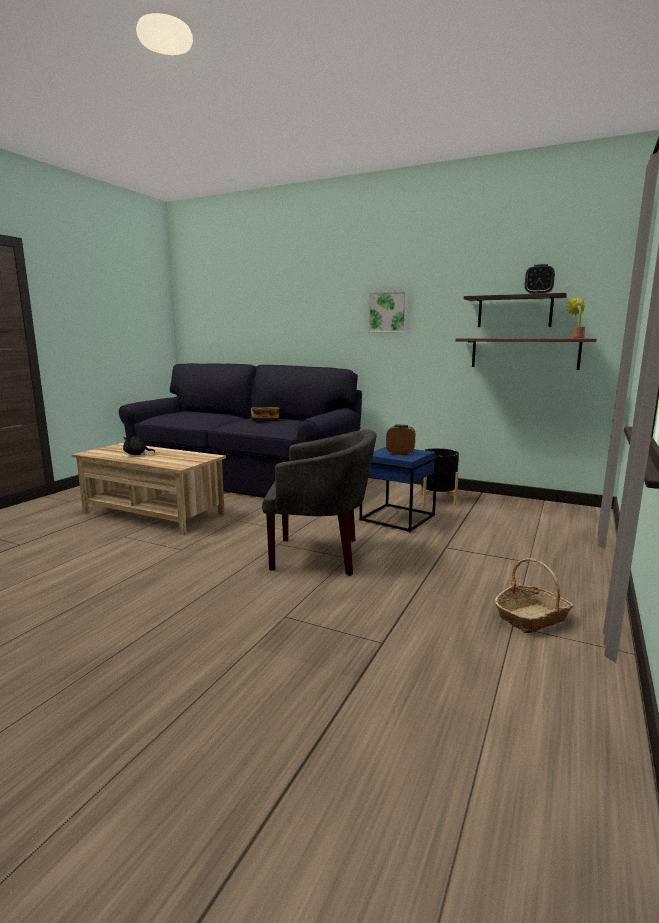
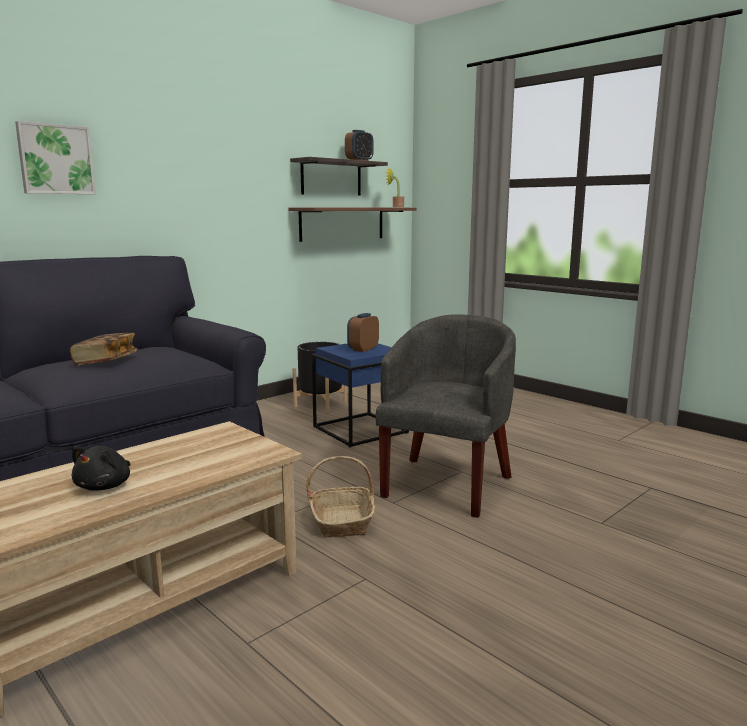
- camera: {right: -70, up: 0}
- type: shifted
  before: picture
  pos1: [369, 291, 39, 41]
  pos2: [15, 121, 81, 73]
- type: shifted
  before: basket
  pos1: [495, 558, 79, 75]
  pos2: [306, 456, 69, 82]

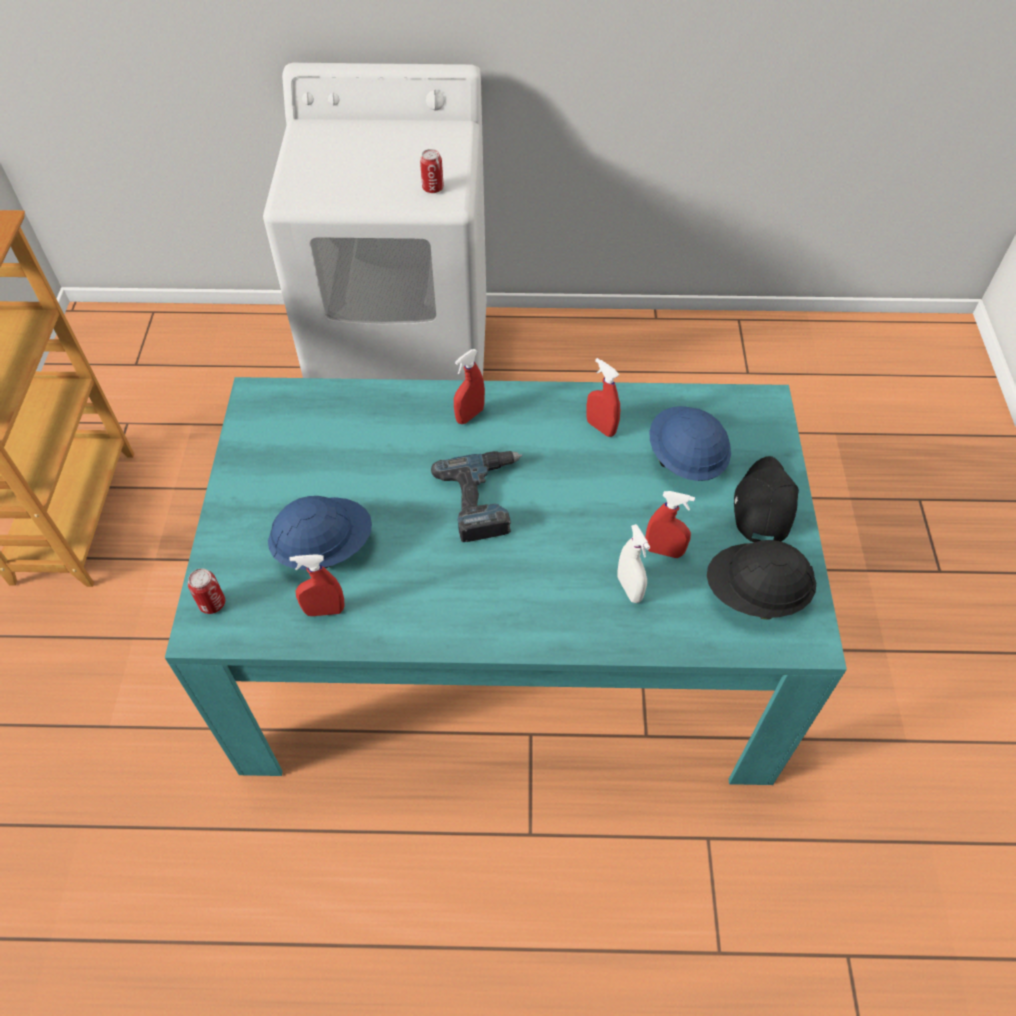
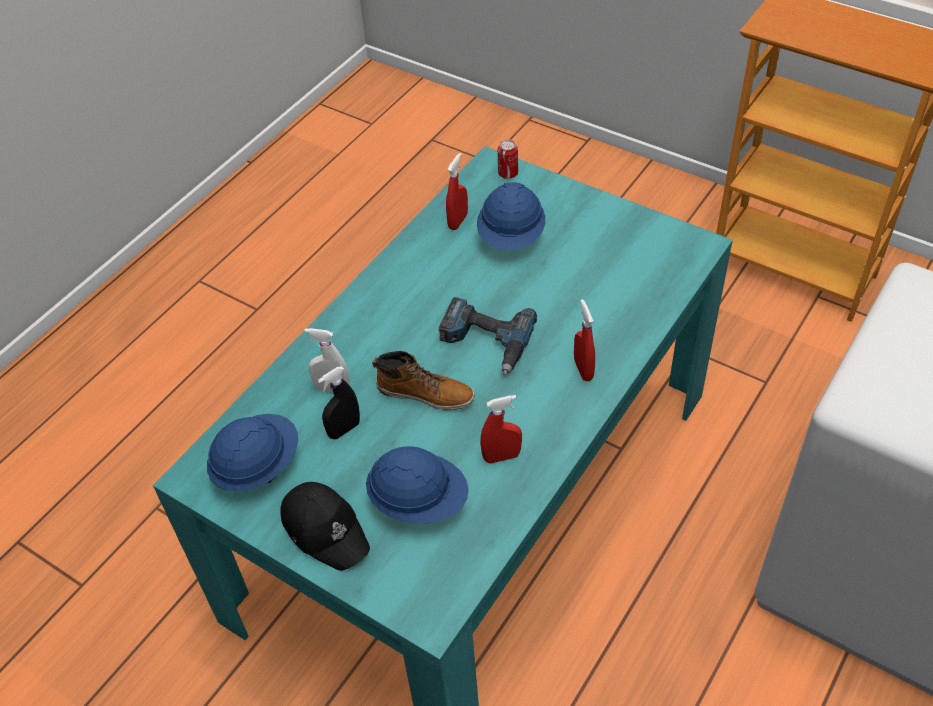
- camera: {right: 125, up: -5}
- type: gone
  before: can
  pos1: [420, 149, 24, 44]
- type: repainted
  before: spray bottle/red
  after: spray bottle/black
  pos1: [645, 491, 50, 67]
  pos2: [318, 366, 42, 73]
- type: repainted
  before: hard hat/black
  after: hard hat/blue
  pos1: [707, 540, 109, 80]
  pos2: [207, 414, 91, 78]
- type: new
  after: boot
  pos2: [372, 351, 103, 59]

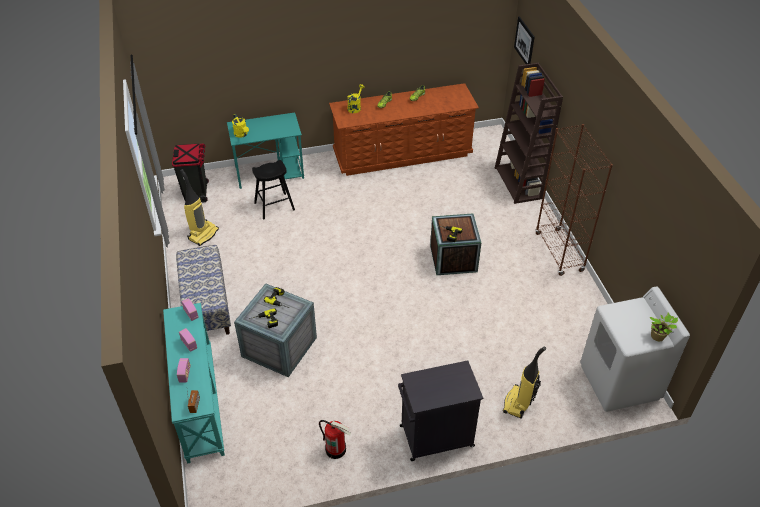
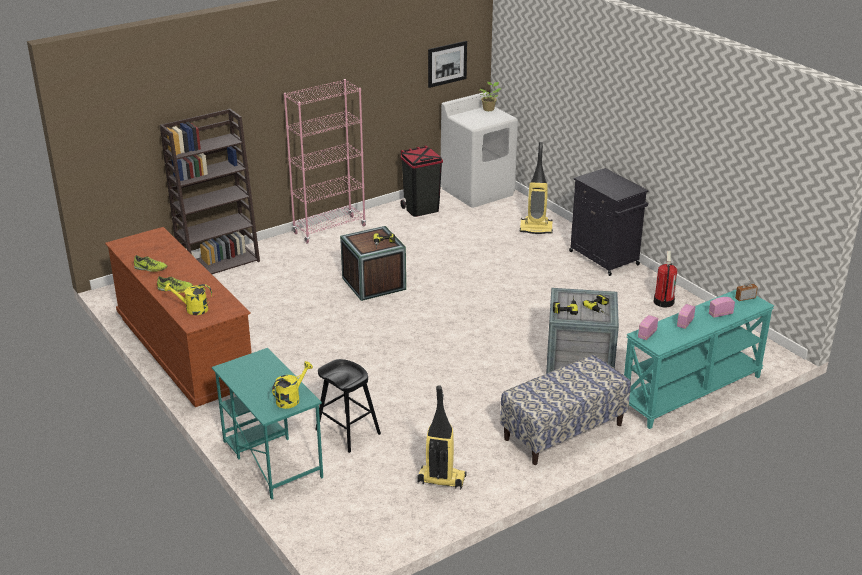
- camera: {right: -110, up: -15}
- type: shifted
  before: picture
  pos1: [514, 16, 21, 48]
  pos2: [428, 41, 39, 47]
- type: repainted
  before: bookcase/brown
  after: bookcase/pink
  pos1: [535, 124, 78, 152]
  pos2: [284, 79, 82, 165]
- type: shifted
  before: trash can/black
  pos1: [172, 144, 37, 58]
  pos2: [400, 145, 43, 72]

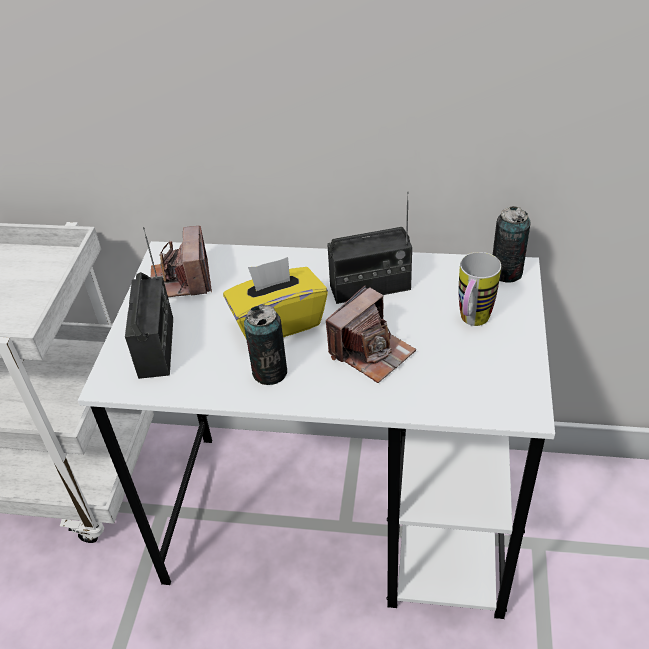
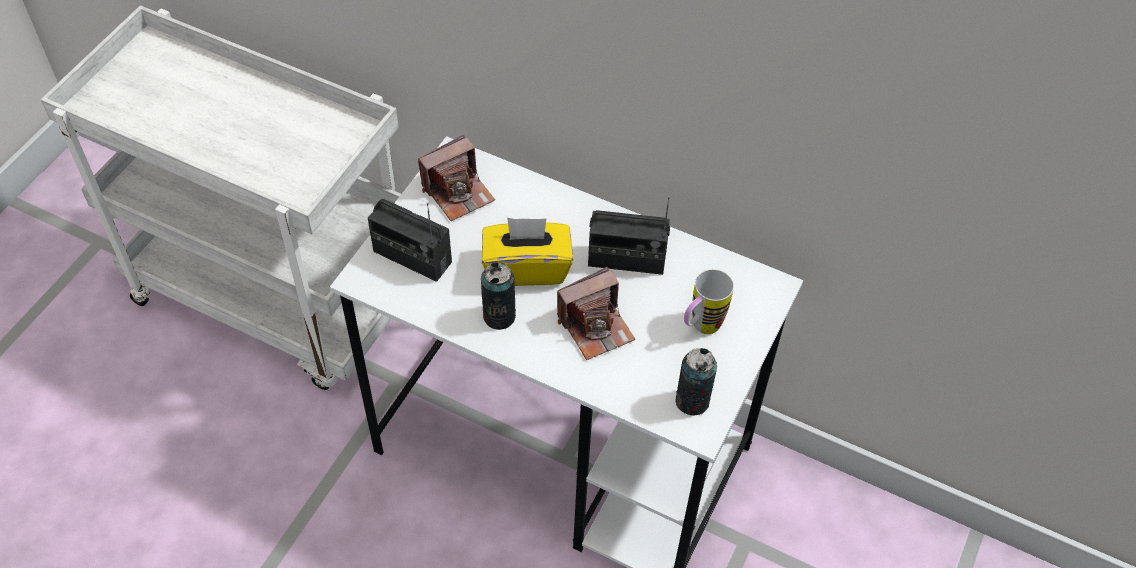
- camera: {right: 15, up: 10}
- type: shifted
  before: can
  pos1: [493, 206, 38, 77]
  pos2: [676, 348, 41, 68]
- type: rotated
  before: photo camera
  pos1: [150, 225, 62, 73]
  pos2: [418, 135, 77, 86]
  turn: -135
- type: rotated
  before: radio
  pos1: [125, 227, 48, 152]
  pos2: [368, 199, 84, 83]
  turn: 105

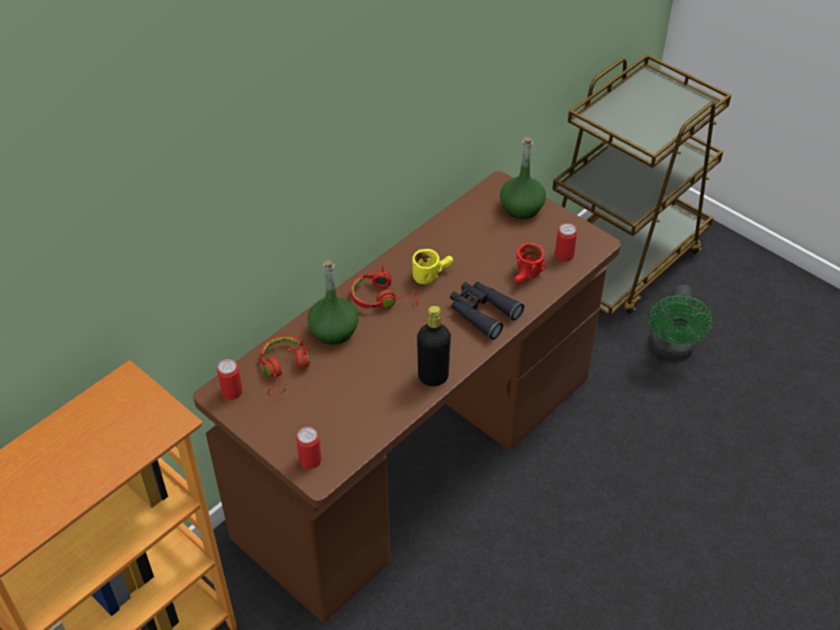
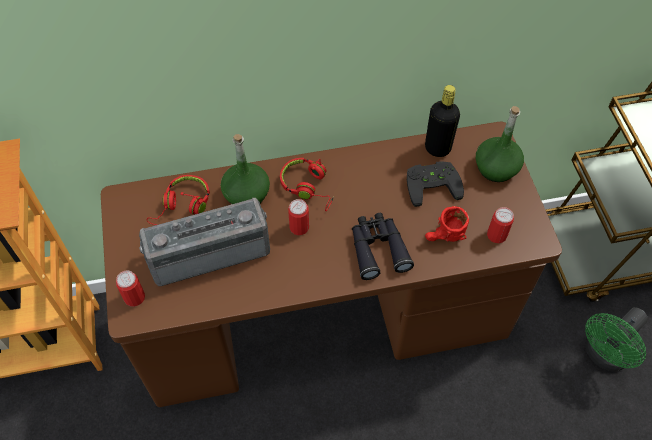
- camera: {right: 35, up: 10}
- type: gone
  before: mug/yellow
  pos1: [412, 249, 41, 36]
- type: shifted
  before: bottle/black
  pos1: [417, 306, 34, 80]
  pos2: [425, 85, 35, 72]
- type: shifted
  before: can
  pos1: [217, 359, 26, 41]
  pos2: [288, 199, 21, 36]
- type: new
  after: game controller/black
  pos2: [407, 161, 57, 46]
- type: new
  after: radio
  pos2: [139, 198, 131, 88]

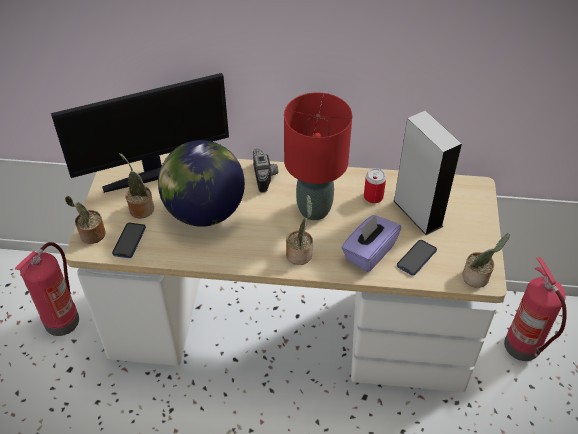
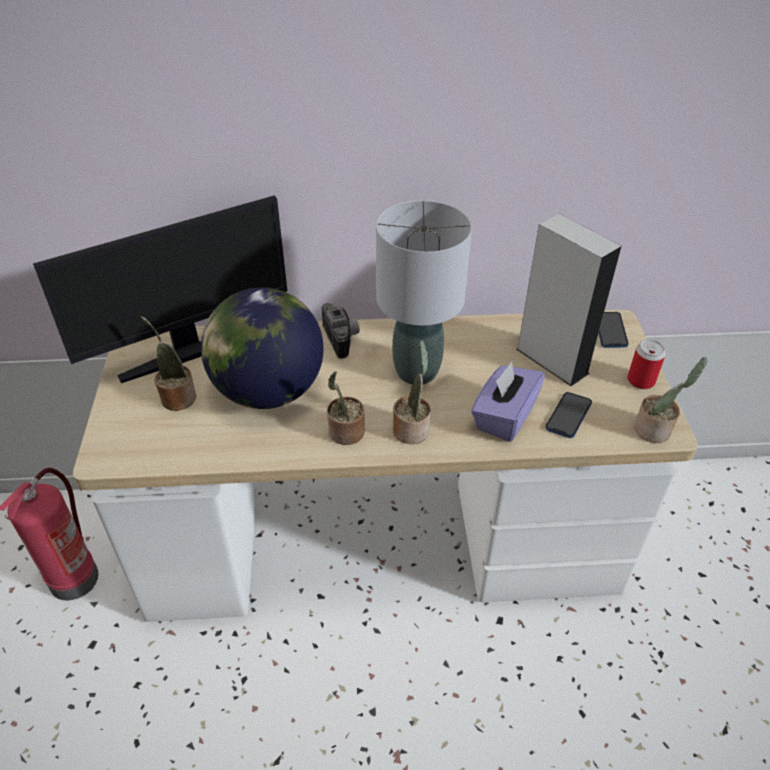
- camera: {right: -10, up: -5}
- type: repainted
  before: table lamp/red
  after: table lamp/grey
  pos1: [284, 92, 68, 128]
  pos2: [376, 200, 96, 185]
- type: shifted
  before: can
  pos1: [364, 168, 22, 35]
  pos2: [627, 339, 39, 50]
- type: shifted
  before: potted plant
  pos1: [65, 196, 41, 48]
  pos2: [327, 371, 38, 74]
- type: shifted
  before: phone
  pos1: [112, 223, 34, 35]
  pos2: [599, 312, 30, 36]
- type: gone
  before: fire extinguisher
  pos1: [504, 257, 63, 104]

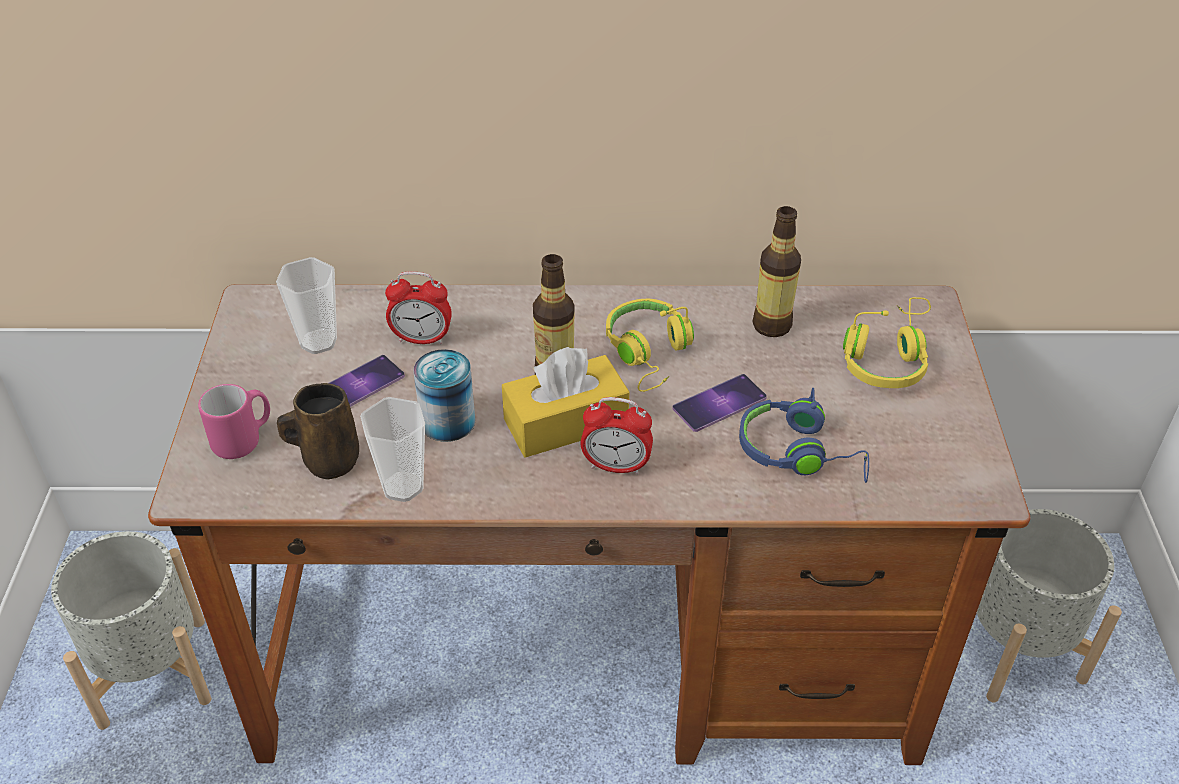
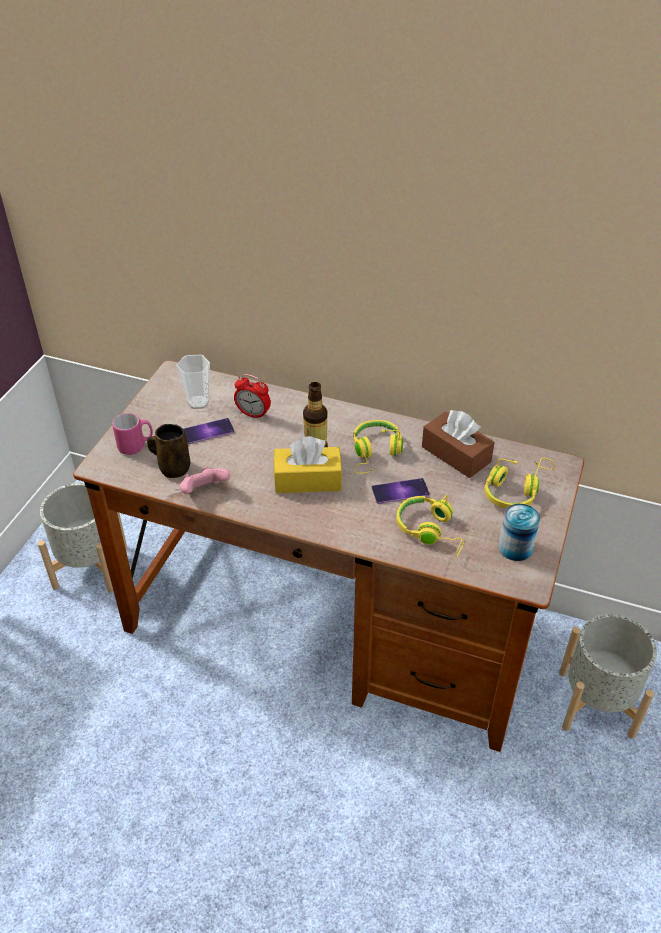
- camera: {right: 20, up: 0}
- type: swapped
  before: bottle
  after: tissue box/brown
  pos1: [753, 206, 48, 131]
  pos2: [422, 410, 73, 68]
- type: shifted
  before: can
  pos1: [414, 349, 61, 93]
  pos2: [498, 504, 42, 57]
- type: repainted
  before: headphones/blue
  after: headphones/yellow
  pos1: [739, 388, 130, 95]
  pos2: [396, 495, 69, 62]
- type: swapped
  before: cup
  after: game controller/pink
  pos1: [360, 397, 65, 105]
  pos2: [180, 467, 50, 27]
- type: gone
  before: alarm clock
  pos1: [581, 397, 72, 77]

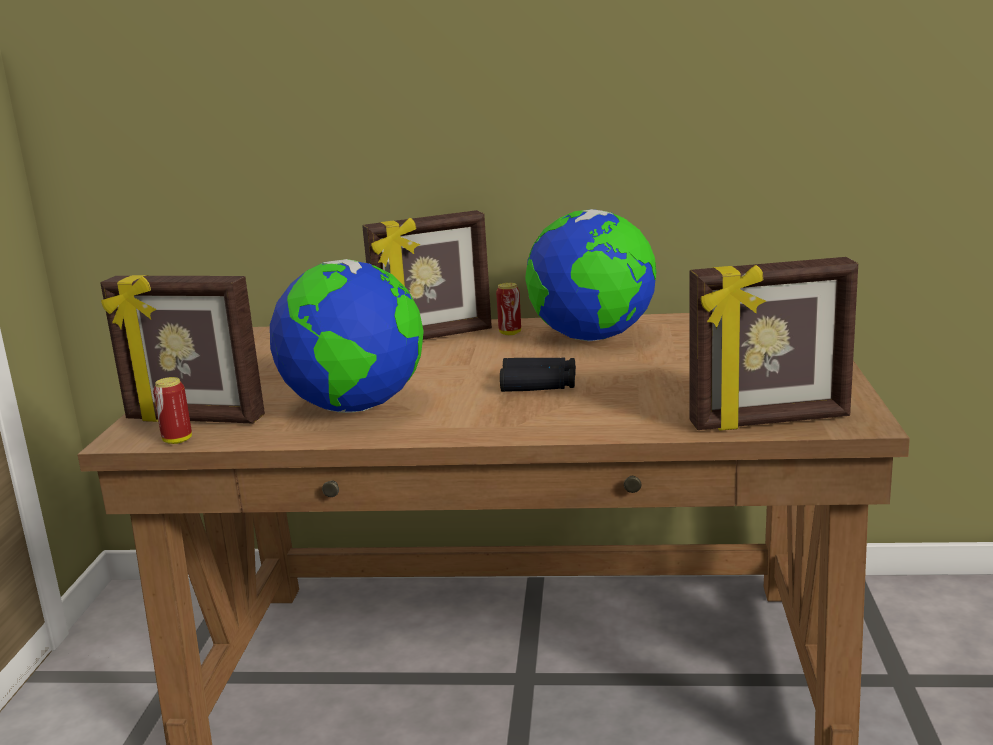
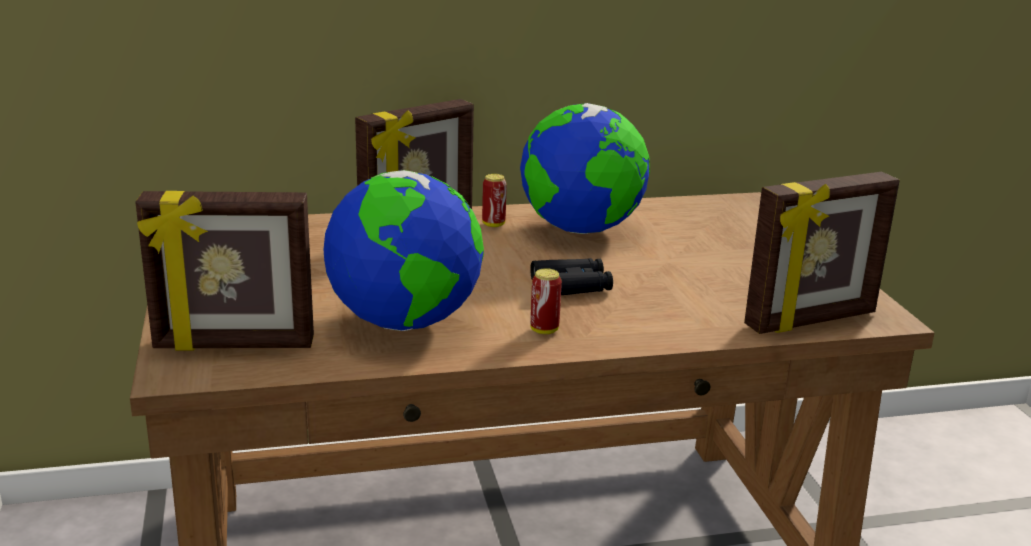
- camera: {right: -20, up: 5}
- type: shifted
  before: can
  pos1: [153, 377, 39, 67]
  pos2: [530, 268, 32, 66]

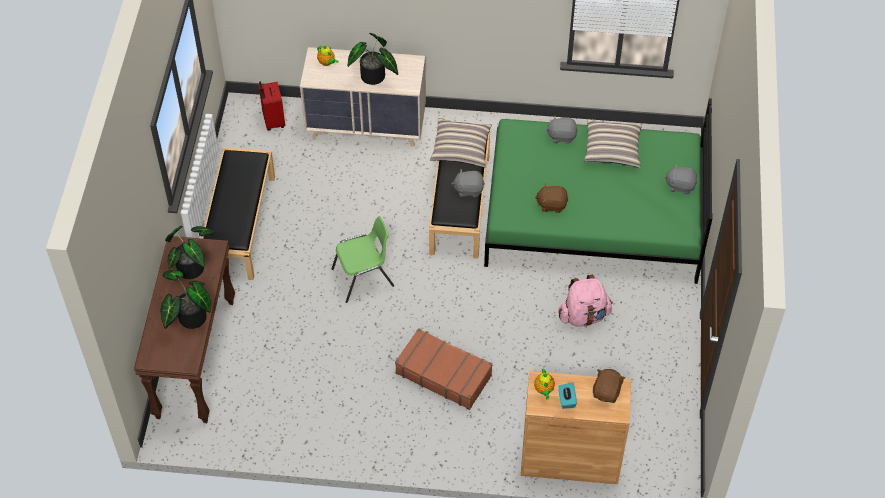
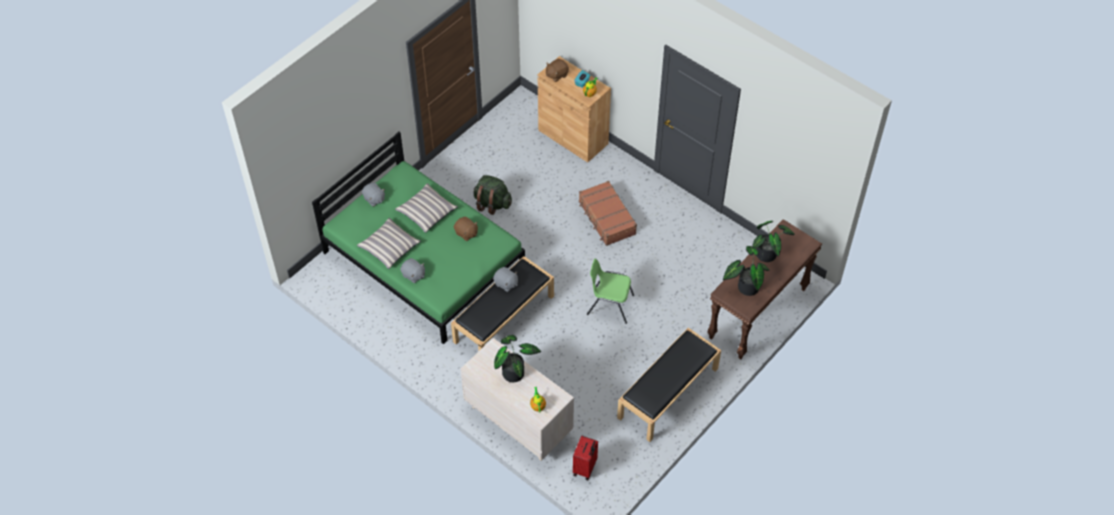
- camera: {right: -145, up: 0}
- type: shifted
  before: pillow
  pos1: [430, 118, 62, 49]
  pos2: [395, 183, 63, 50]
- type: repainted
  before: backpack/pink
  after: backpack/green
  pos1: [558, 275, 55, 51]
  pos2: [473, 175, 39, 40]

